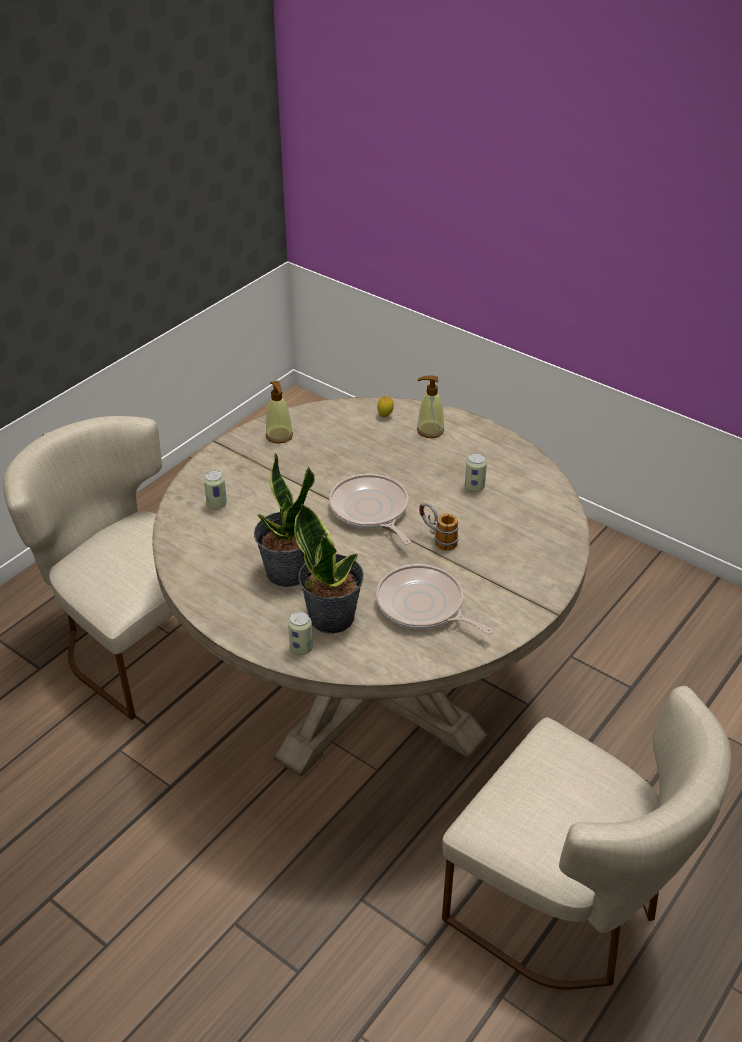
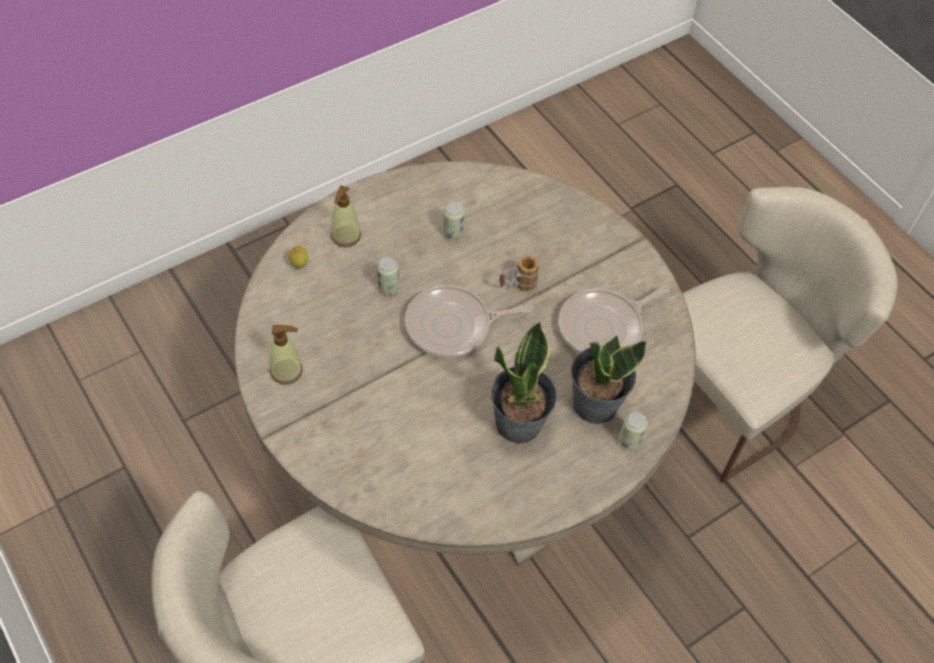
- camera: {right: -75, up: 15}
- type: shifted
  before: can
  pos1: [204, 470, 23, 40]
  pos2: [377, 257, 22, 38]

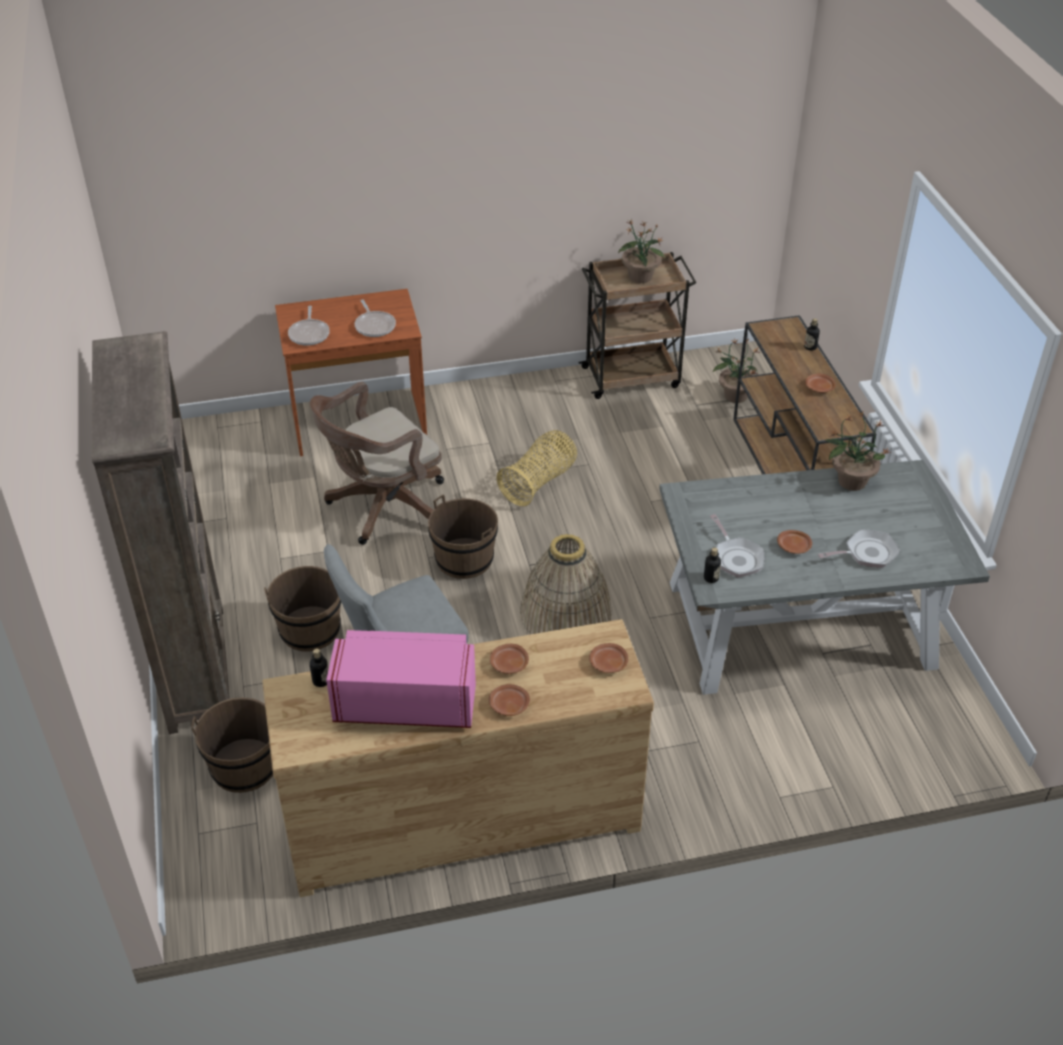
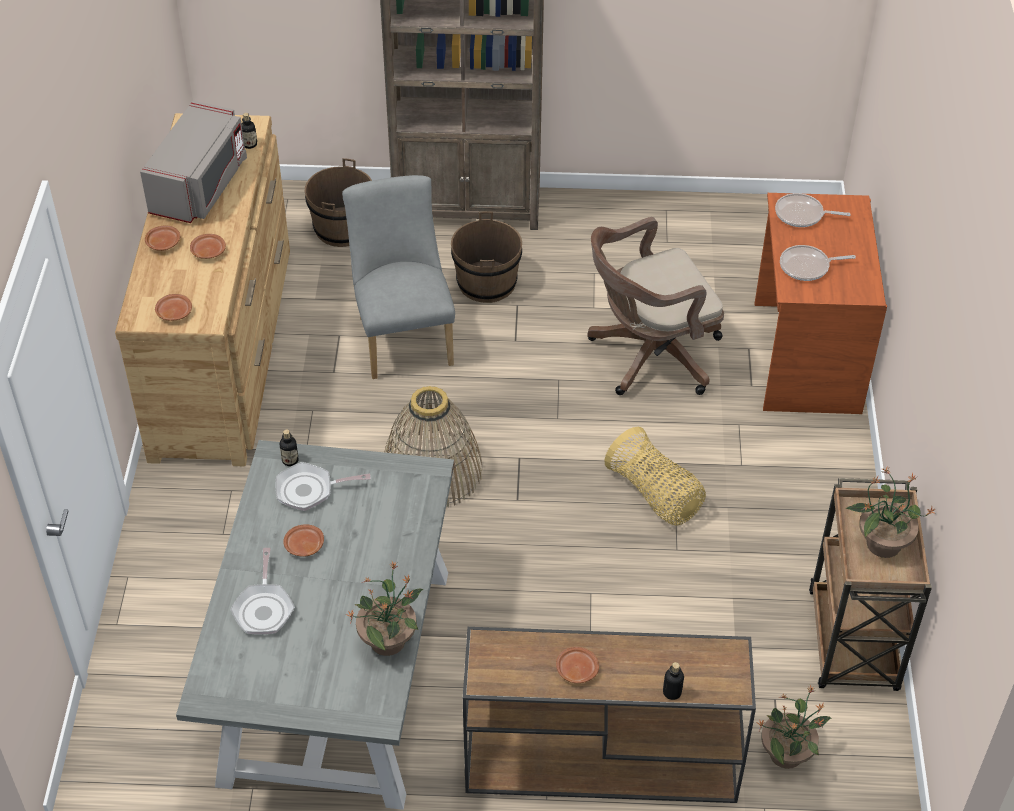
- camera: {right: 105, up: 5}
- type: rotated
  before: office chair/brown
  pos1: [310, 382, 134, 163]
  pos2: [587, 217, 137, 178]
  turn: -90
- type: gone
  before: bucket/brown
  pos1: [428, 494, 70, 85]
- type: repainted
  before: microwave/pink
  after: microwave/grey
  pos1: [326, 630, 150, 98]
  pos2: [140, 101, 107, 122]

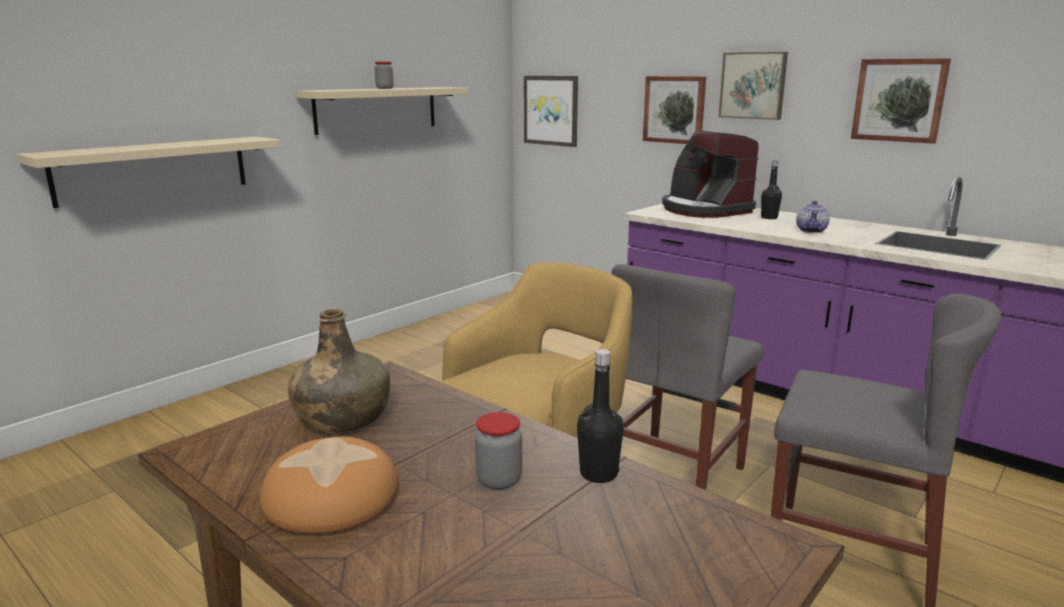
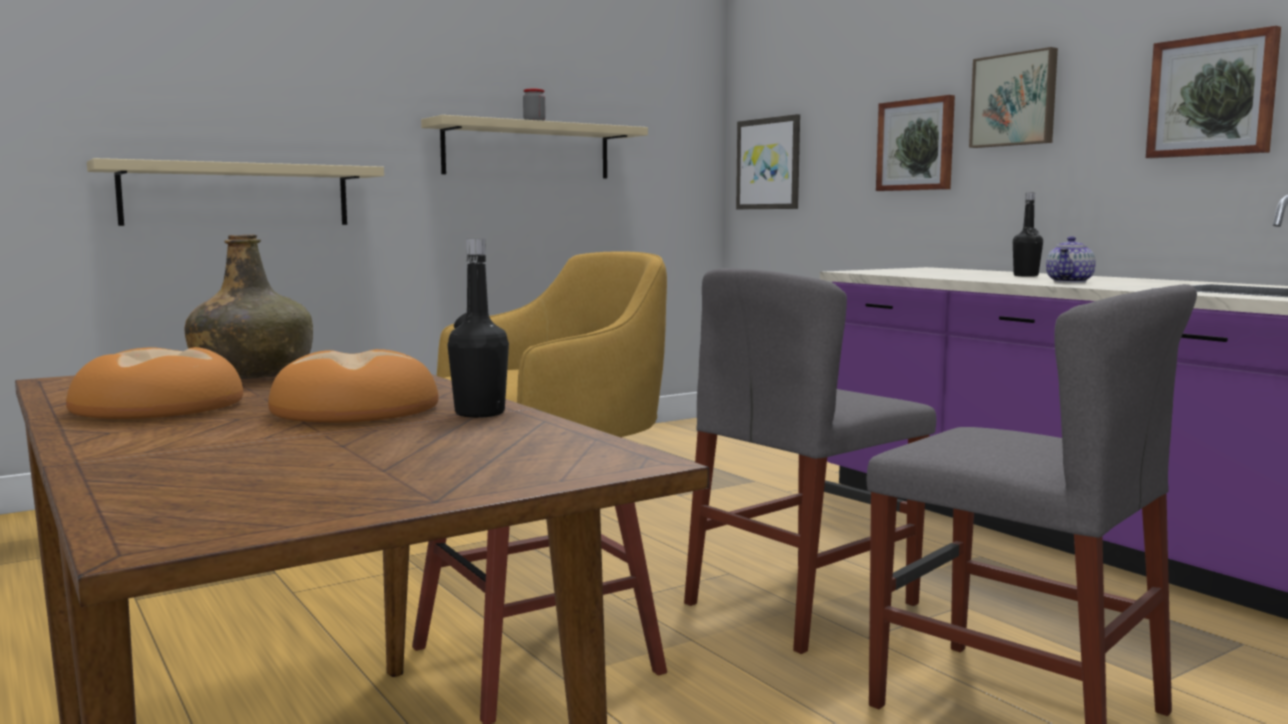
- camera: {right: 15, up: -10}
- type: gone
  before: coffee machine
  pos1: [662, 131, 97, 87]
- type: swapped
  before: jar
  after: bread
  pos1: [475, 412, 47, 78]
  pos2: [268, 349, 171, 74]

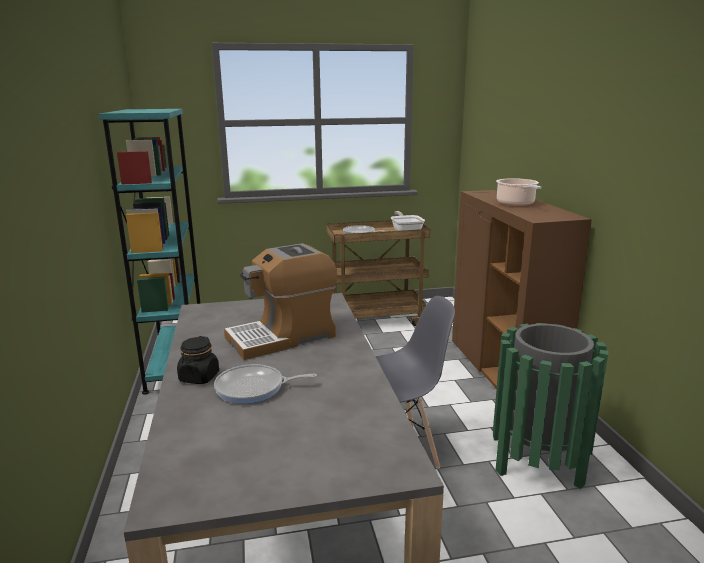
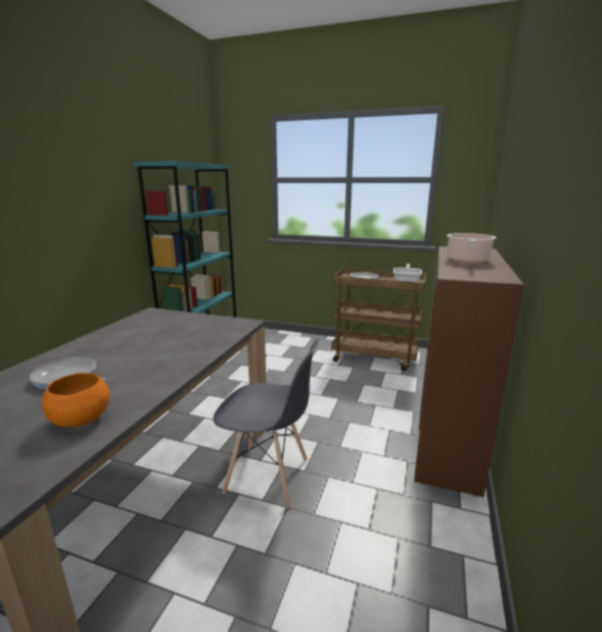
- camera: {right: 30, up: 0}
- type: gone
  before: coffee machine
  pos1: [224, 243, 113, 117]
- type: gone
  before: trash can/green
  pos1: [493, 323, 116, 166]
- type: gone
  before: jar/black
  pos1: [177, 336, 42, 48]
- type: new
  after: bowl/orange
  pos2: [42, 373, 68, 55]

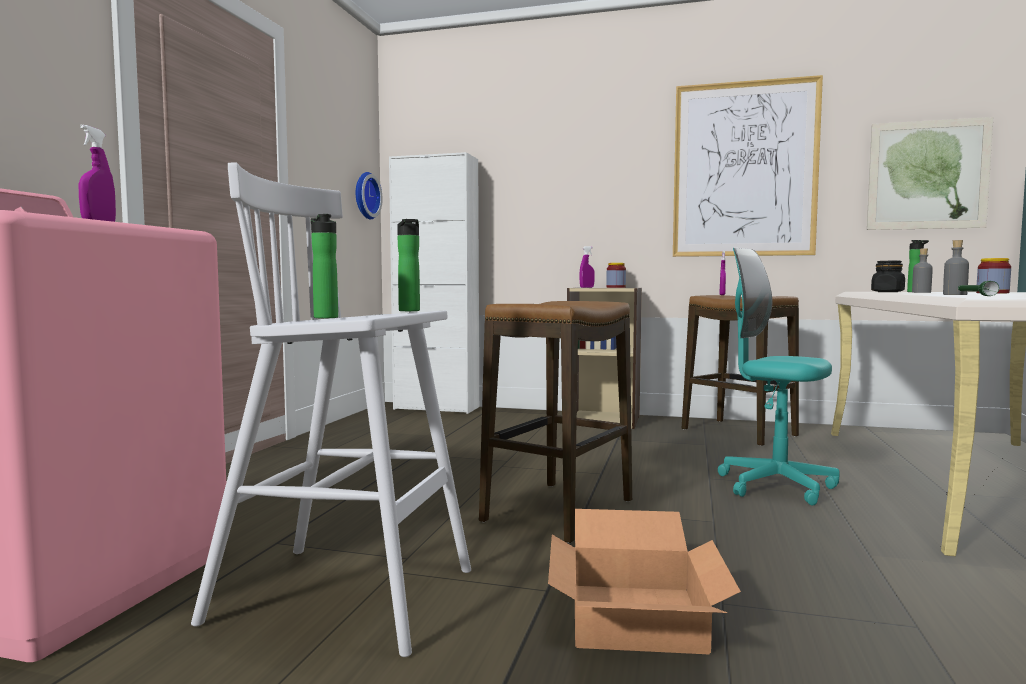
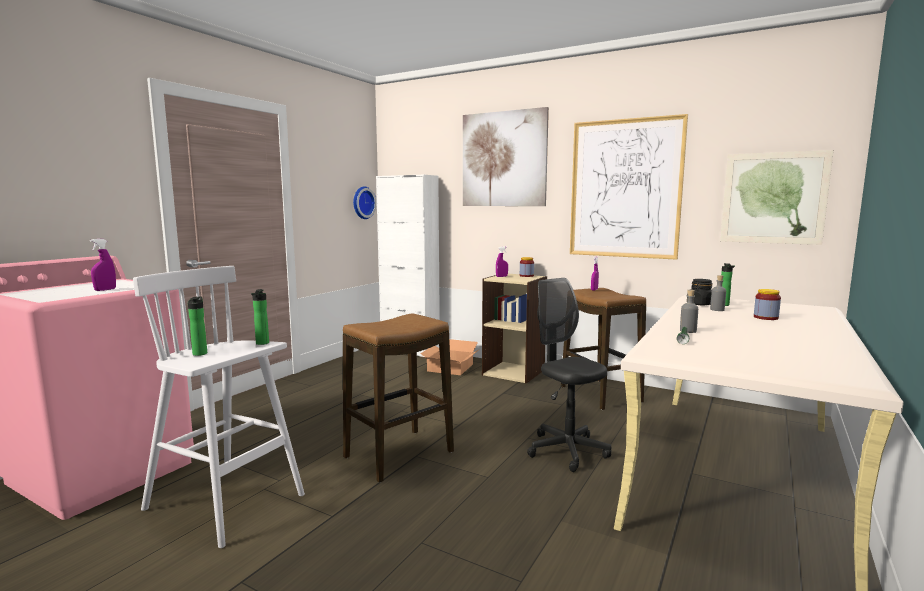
- camera: {right: 15, up: 5}
- type: repainted
  before: office chair/turquoise
  after: office chair/black
  pos1: [718, 248, 122, 258]
  pos2: [527, 278, 84, 194]
- type: shifted
  before: cardboard box
  pos1: [548, 509, 193, 146]
  pos2: [420, 339, 60, 36]
- type: new
  after: picture
  pos2: [463, 107, 86, 99]

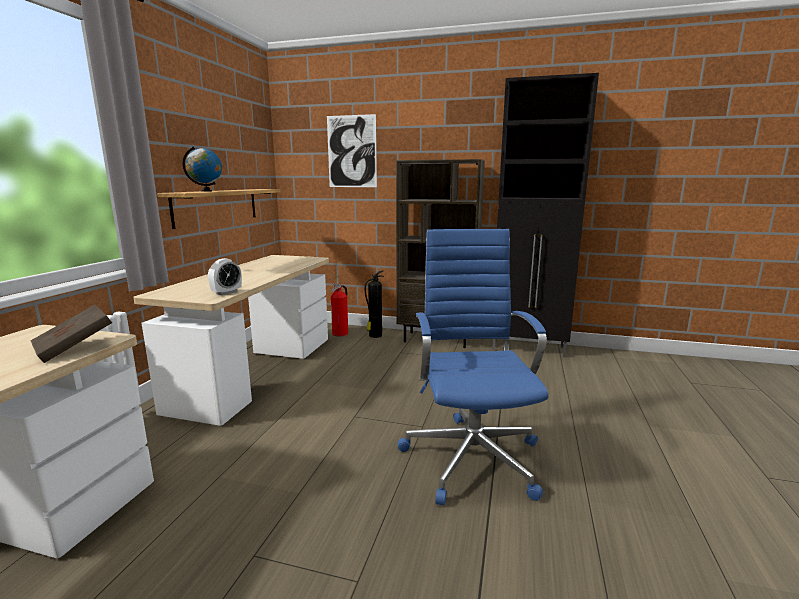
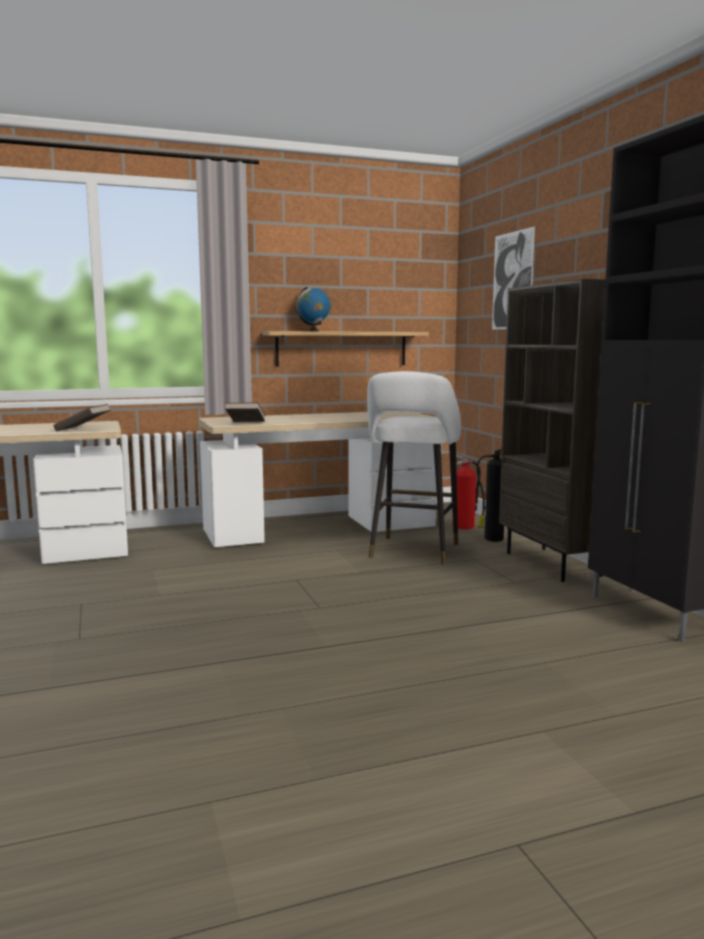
- camera: {right: 55, up: -5}
- type: gone
  before: office chair/blue
  pos1: [398, 229, 151, 276]
- type: swapped
  before: alarm clock
  after: book/brown
  pos1: [208, 258, 34, 37]
  pos2: [224, 402, 41, 20]
- type: new
  after: stool/white
  pos2: [367, 371, 94, 194]

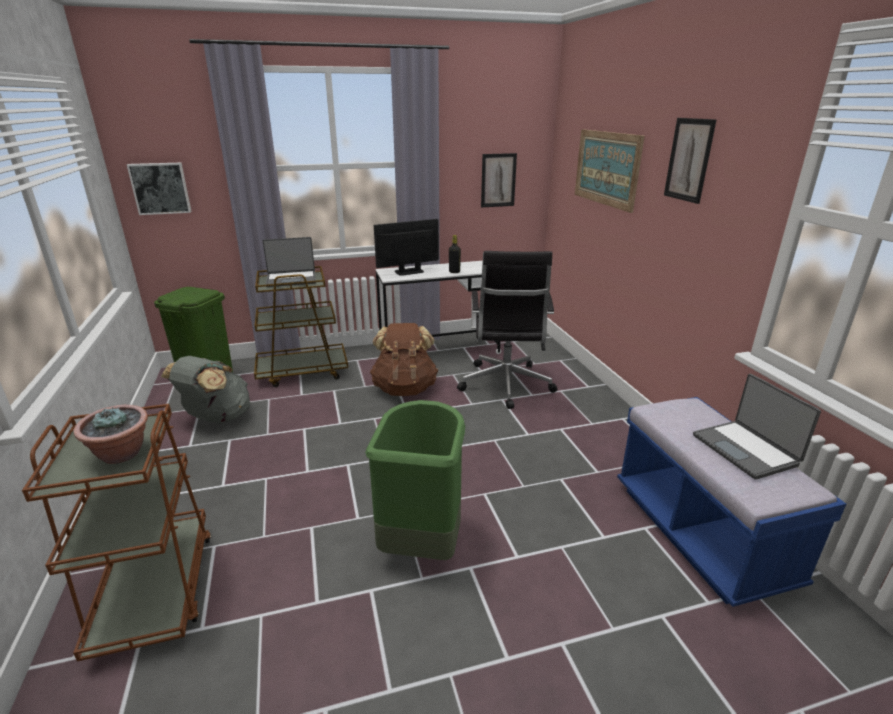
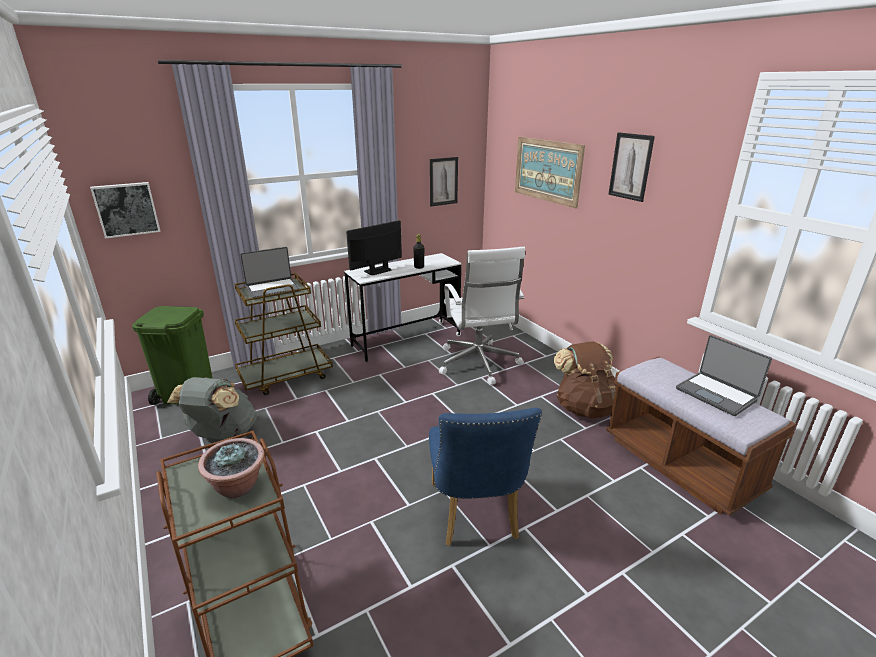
- camera: {right: -15, up: 0}
- type: repainted
  before: office chair/black
  after: office chair/white
  pos1: [457, 251, 101, 158]
  pos2: [439, 247, 86, 138]
- type: shifted
  before: backpack/brown
  pos1: [370, 323, 68, 73]
  pos2: [554, 341, 62, 78]
- type: repainted
  before: bench/blue
  after: bench/brown
  pos1: [617, 397, 229, 210]
  pos2: [606, 356, 190, 160]
- type: swapped
  before: trash can/green
  after: chair/blue
  pos1: [365, 400, 100, 160]
  pos2: [429, 408, 113, 138]

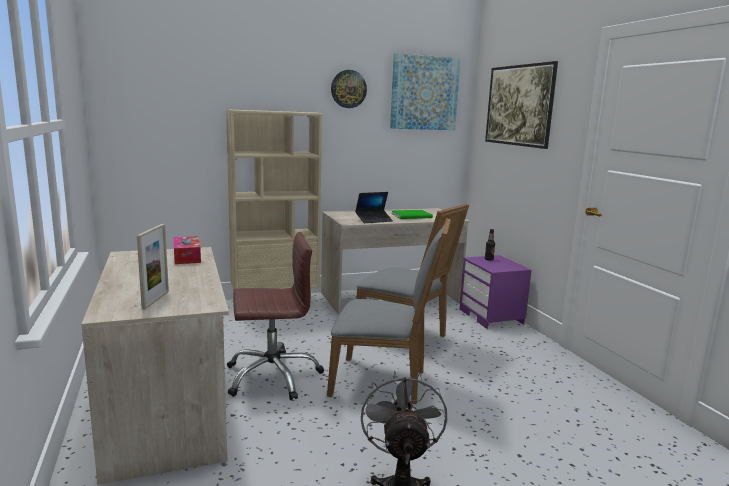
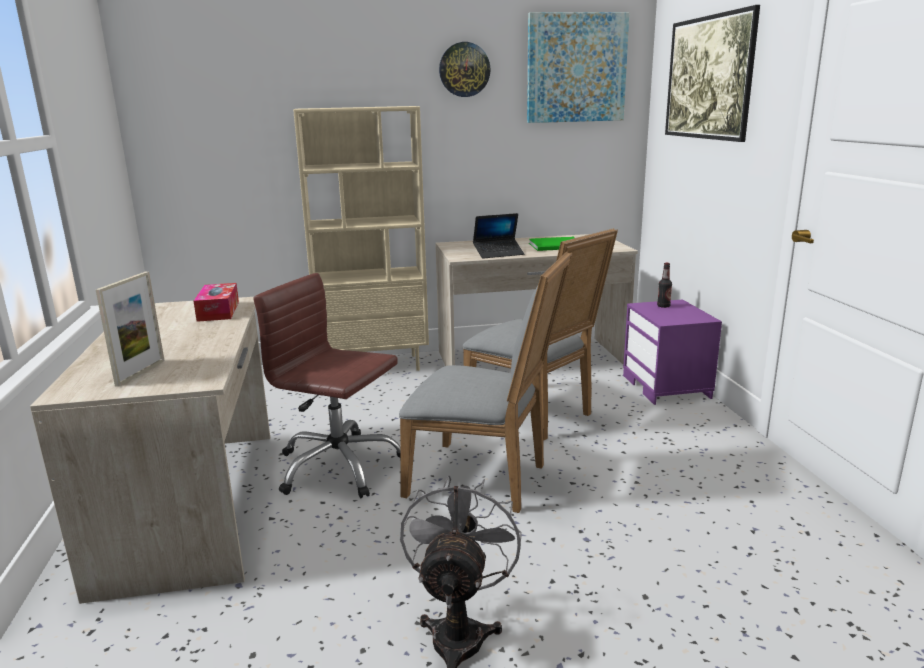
- camera: {right: 10, up: 5}
- type: rotated
  before: office chair/brown
  pos1: [227, 232, 97, 168]
  pos2: [253, 273, 147, 225]
  turn: -150

